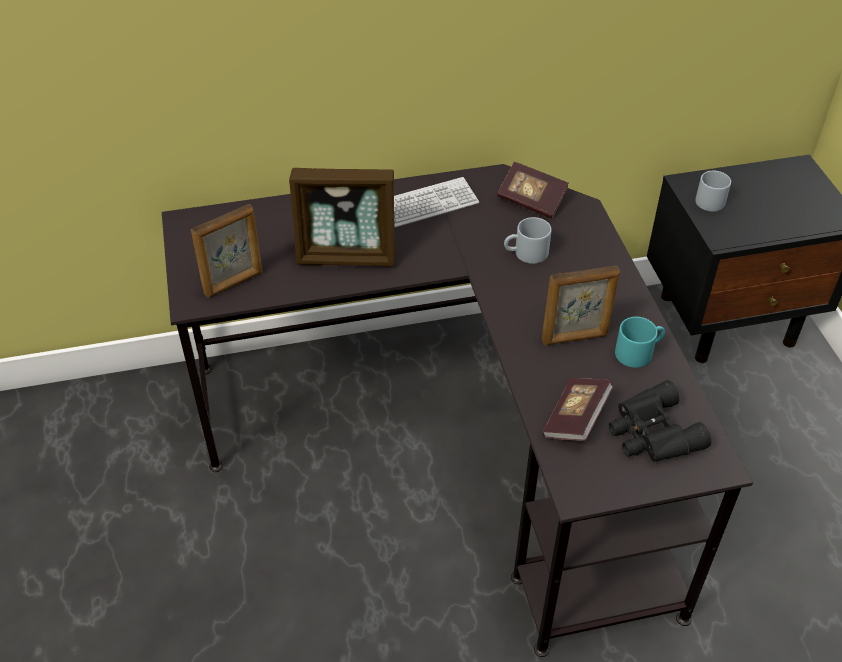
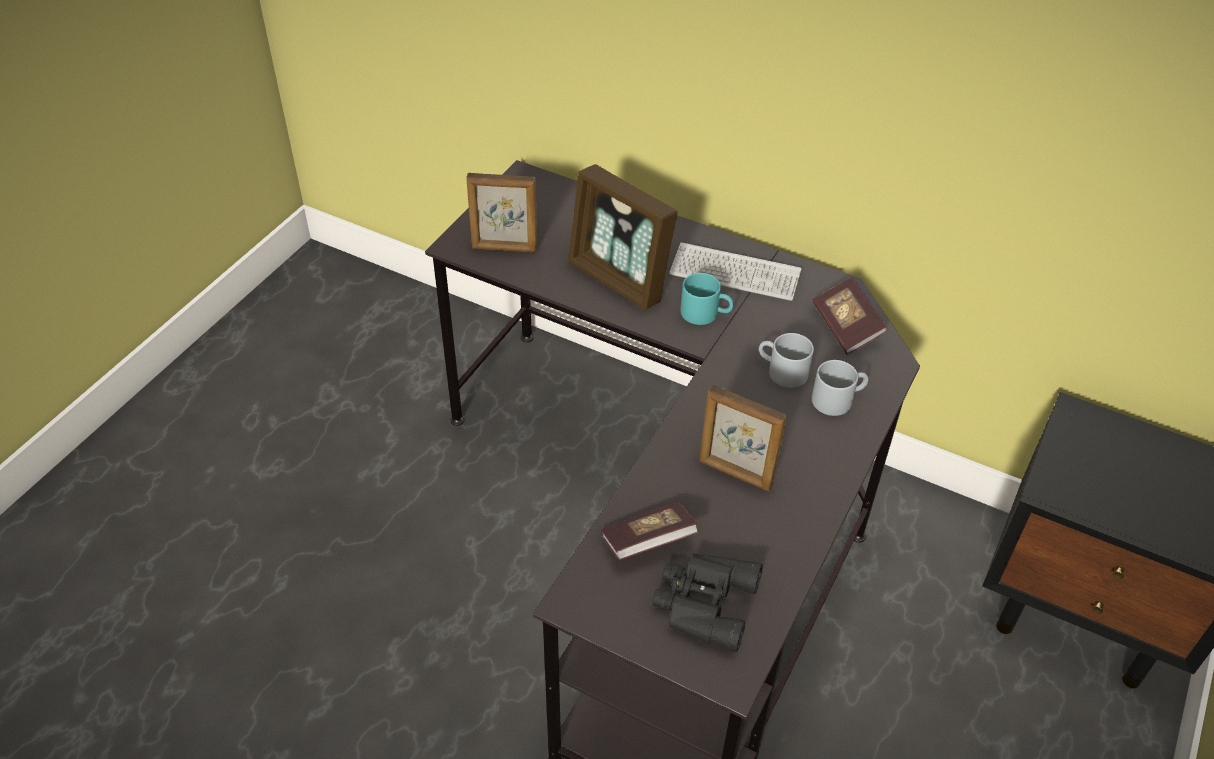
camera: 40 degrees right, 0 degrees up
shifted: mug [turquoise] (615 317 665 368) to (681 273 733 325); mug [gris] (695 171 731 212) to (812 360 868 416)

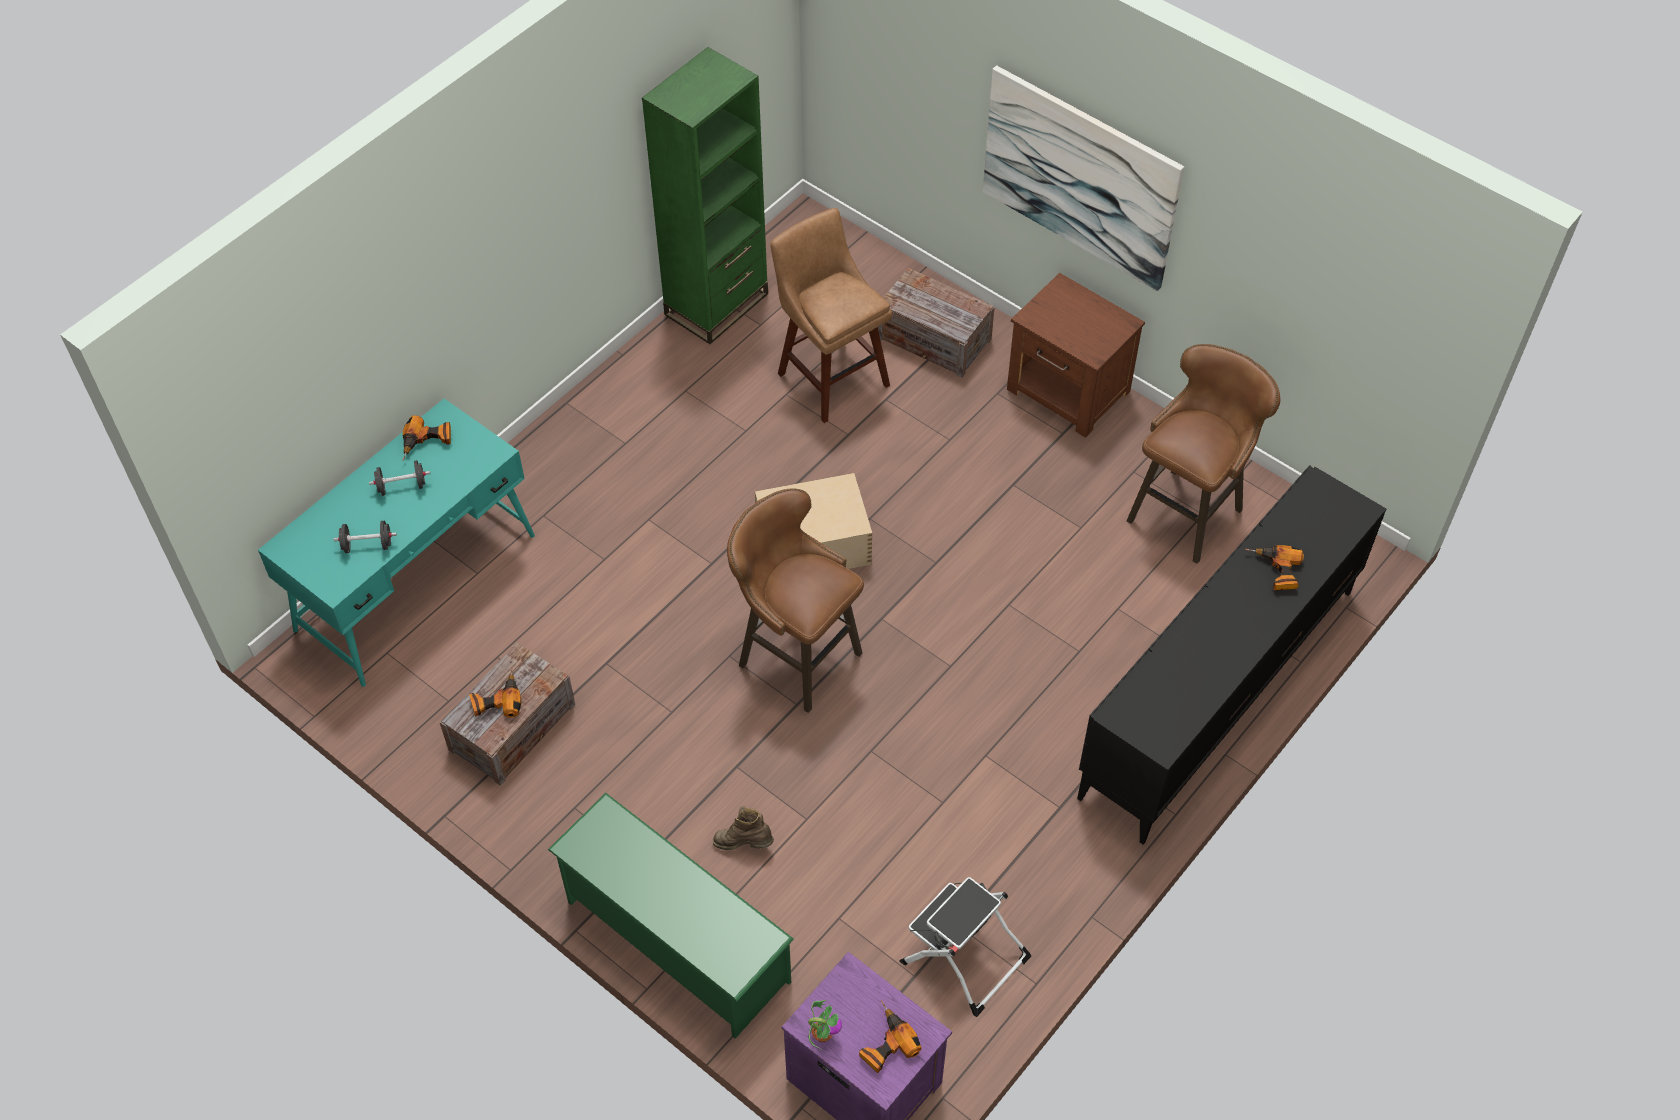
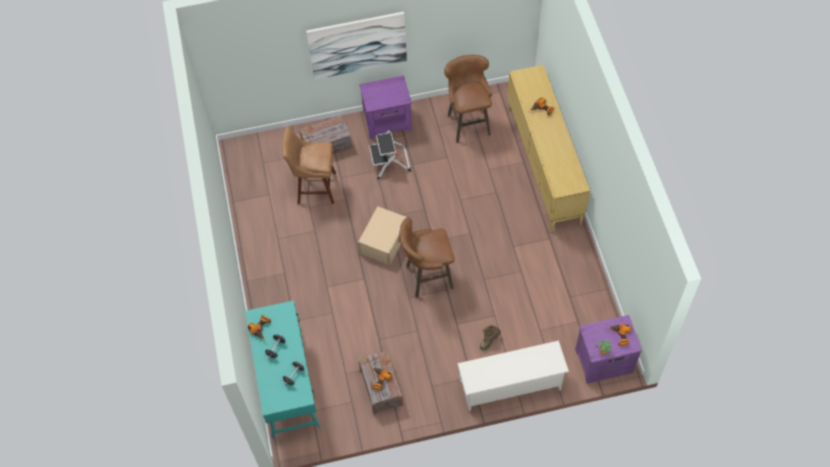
camera: 50 degrees left, 5 degrees up
gone: bibliothèque [vert] (642 47 768 344)
shifted: escabeau (899 877 1031 1017) to (369 129 412 179)
repainted: table de chevet [marron] (1007 273 1145 438) to table de chevet [violet] (359 75 412 139); étagère à chaussures [vert] (548 793 794 1039) to étagère à chaussures [blanc] (457 341 569 411); meuble de rangement [noir] (1077 465 1386 844) to meuble de rangement [beige] (508 65 590 232)

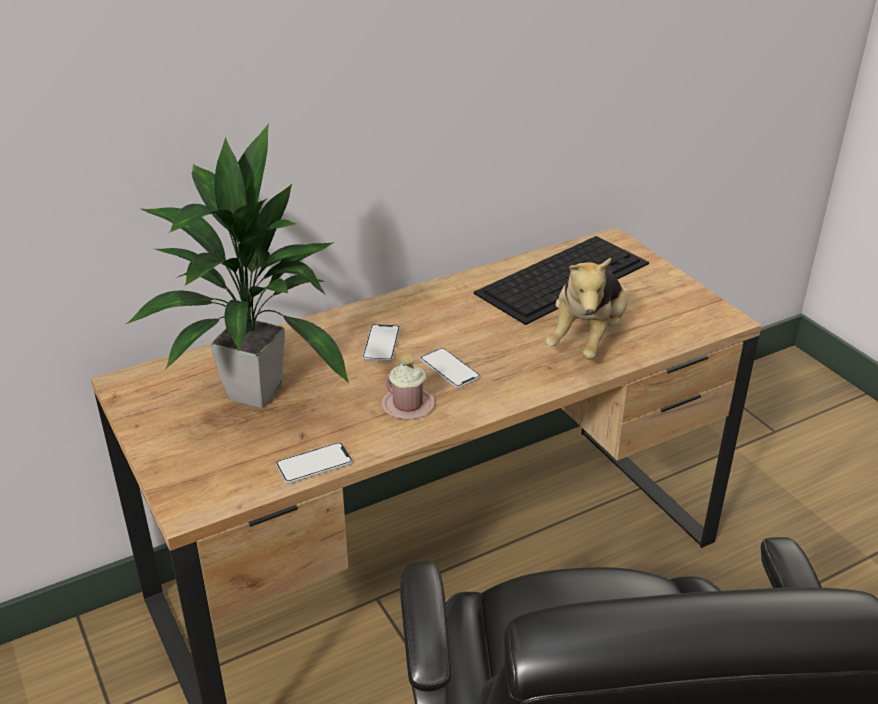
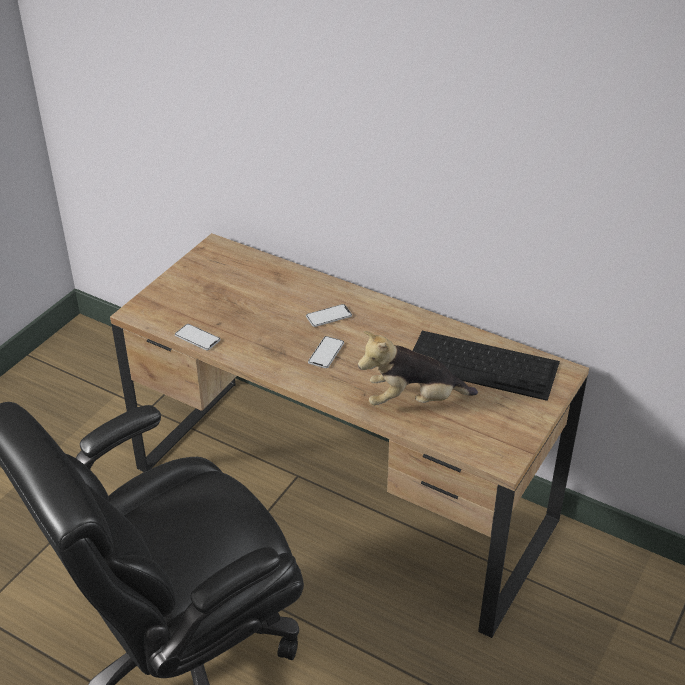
camera: 60 degrees right, 5 degrees up
gone: plante en pot (126 123 349 408); mug [rose] (381 353 435 419)

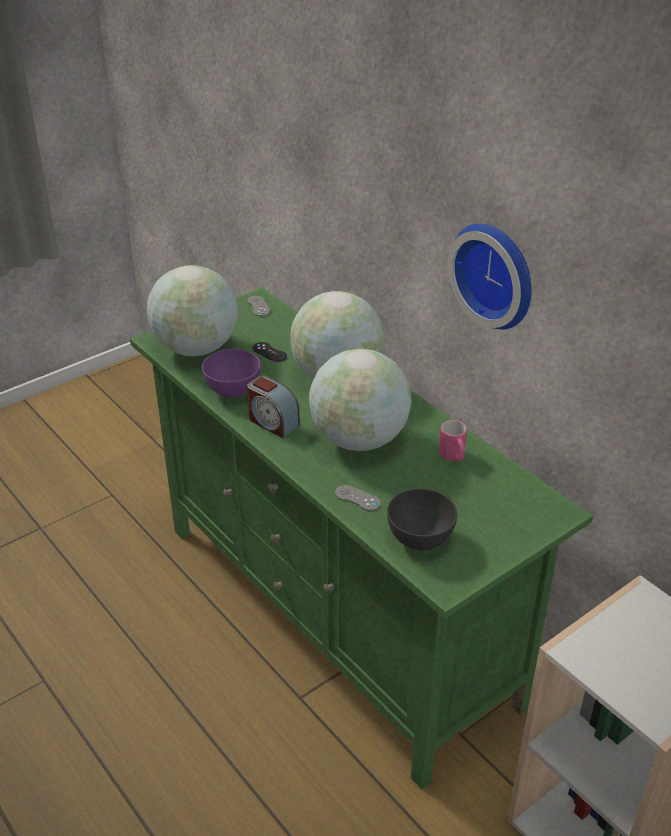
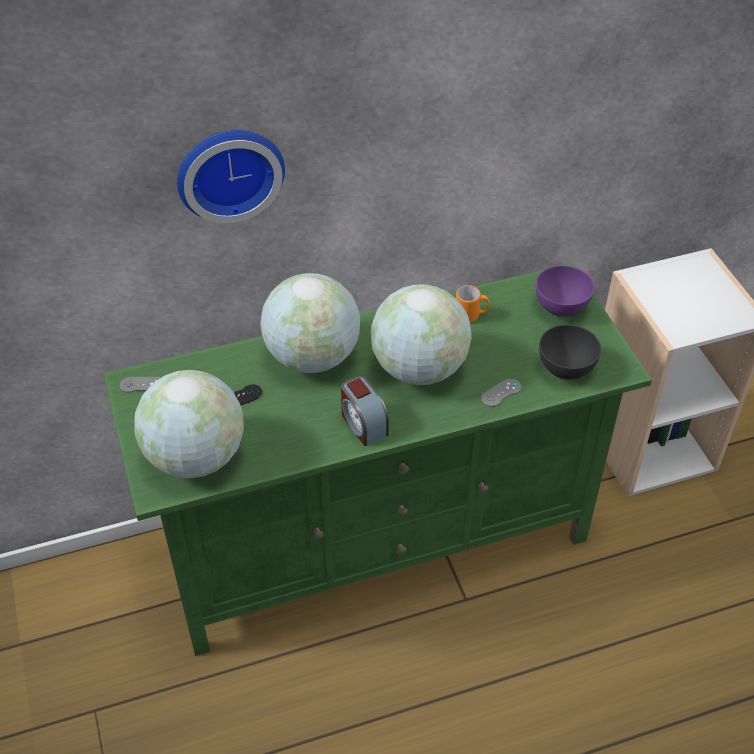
camera: 70 degrees left, 10 degrees up
shifted: horloge murale (448 224 532 330) to (177 130 285 223); bol [violet] (202 349 261 398) to (536 265 595 317)
repainted: mug [rose] (439 420 467 461) to mug [orange] (456 285 490 323)
rotated: réveil (247 375 300 438) = (341 376 389 446) 90 degrees clockwise

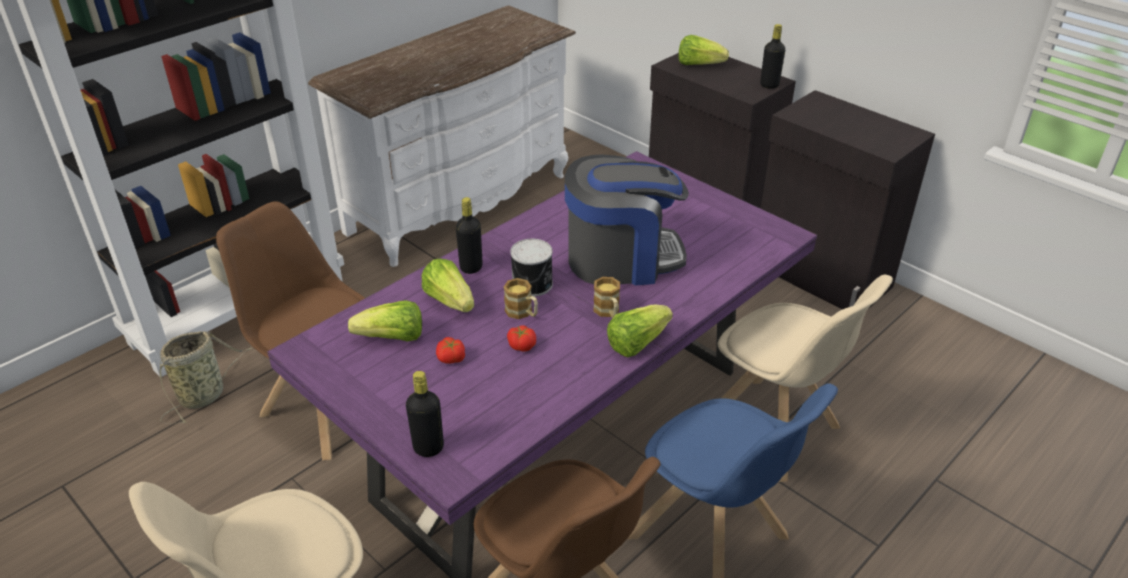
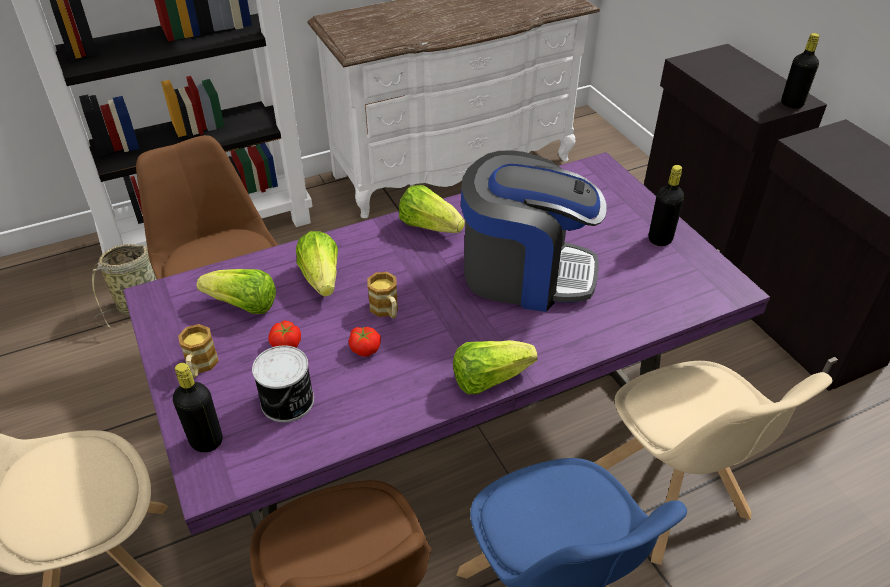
camera: 20 degrees right, 5 degrees up
shifted: mug (593 277 620 318) to (178 324 219 378); boîte métallique (510 239 553 297) to (252 345 314 422); laitue (678 35 729 65) to (399 185 465 233); bouteille [noir] (456 197 483 274) to (649 165 684 246)

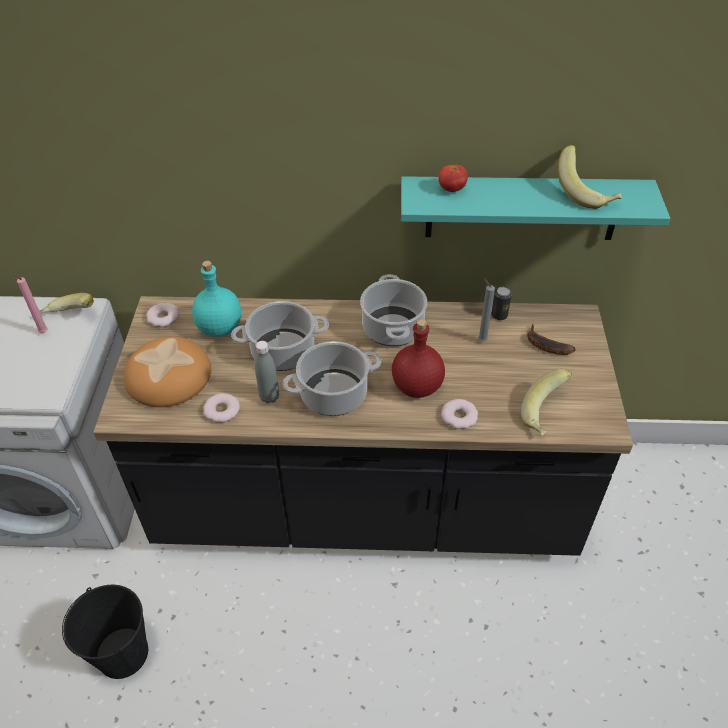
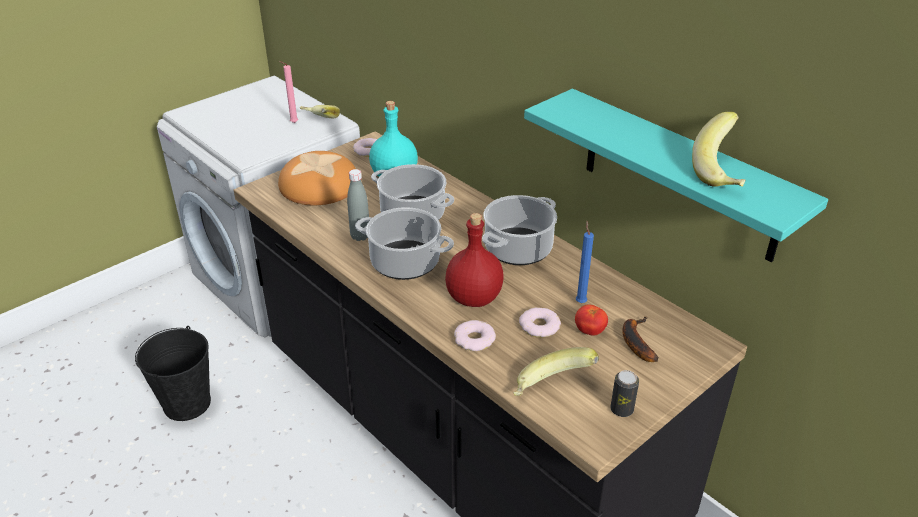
camera: 45 degrees right, 10 degrees down
shifted: beignet (203 393 240 423) to (519 307 561 337); tomate (439 165 468 192) to (575 304 608 336); boîte métallique (491 287 512 320) to (610 370 639 417)
repainted: bougie [gris] (478 278 495 342) to bougie [bleu] (576 221 594 303)

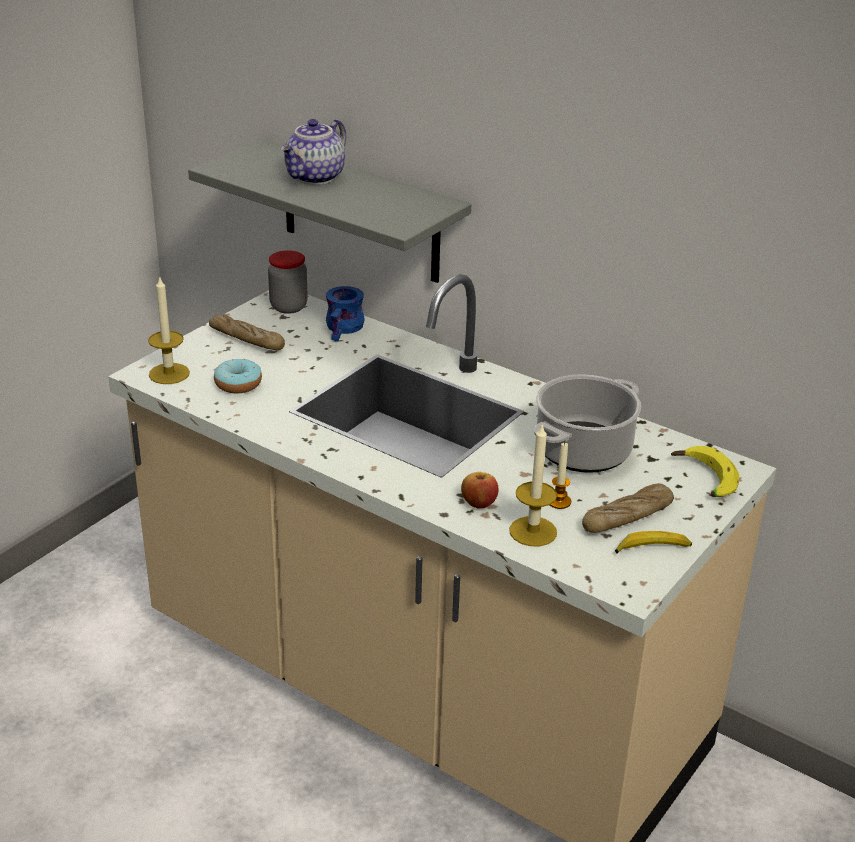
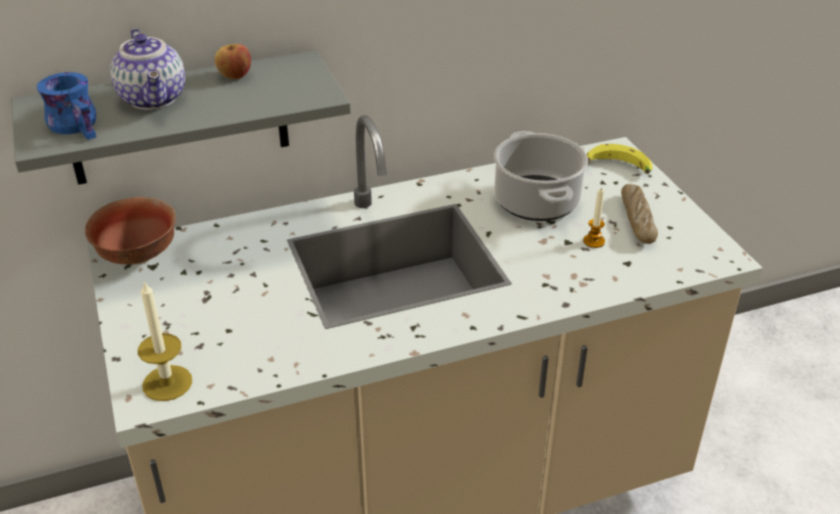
camera: 55 degrees left, 5 degrees up
gone: pain (209 314 285 350); beignet (214 359 262 393); bougie (509 423 557 546); banane (615 531 692 554)
shifted: mug [bleu] (326 286 365 341) to (37 72 96 140); pomme (461 472 498 509) to (214 44 251 79)
swapped: bocal (268 250 308 314) to bol (85 197 176 265)

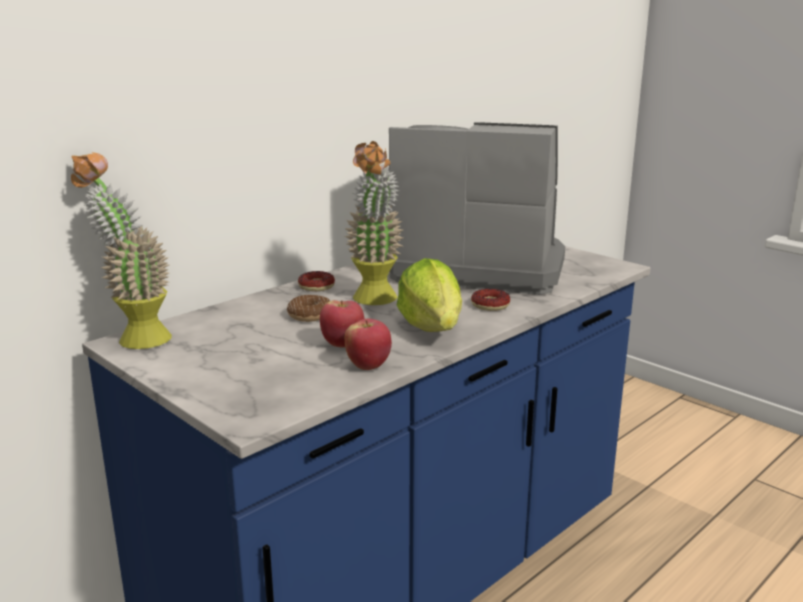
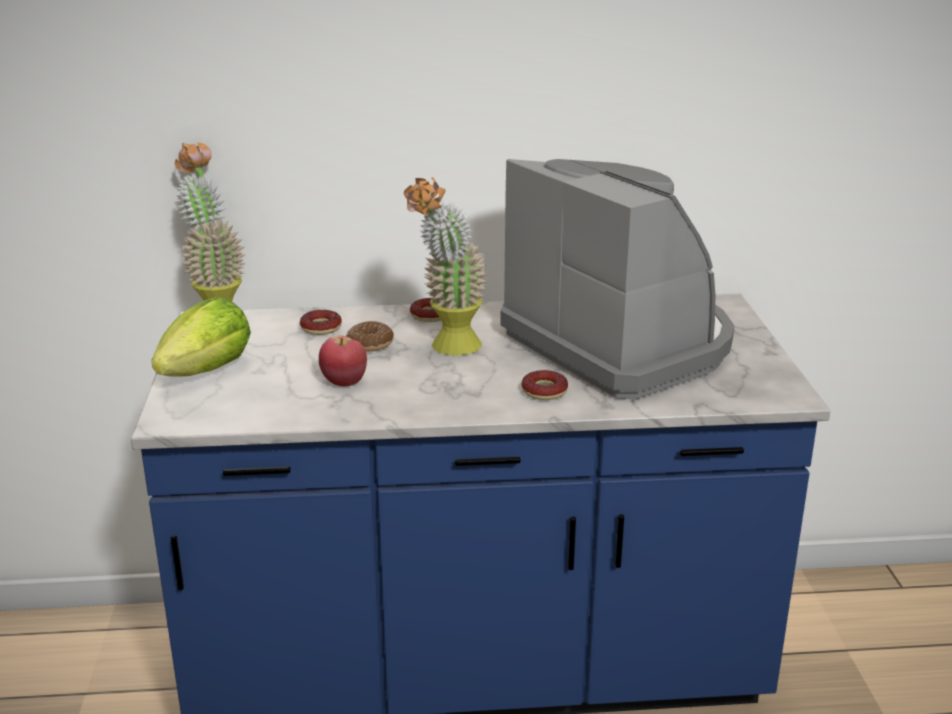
camera: 40 degrees right, 5 degrees up
gone: pomme (345 319 392 370)
new: beignet (300 310 342 335)
shifted: laitue (397 258 462 332) to (151 297 251 377)

